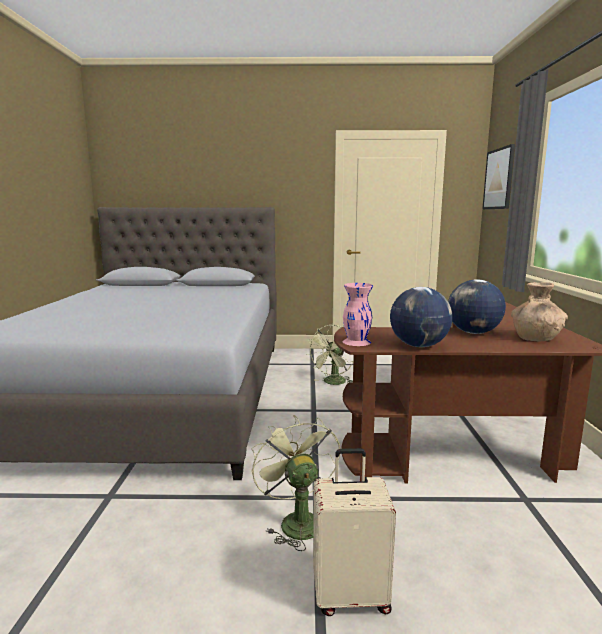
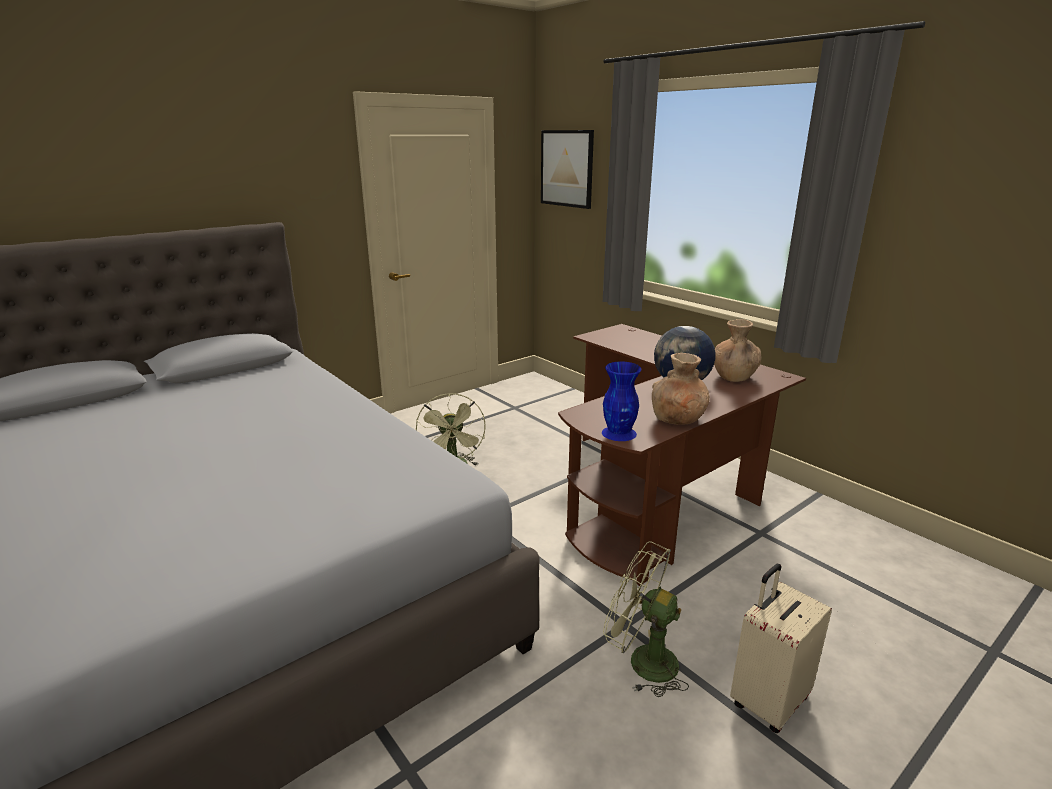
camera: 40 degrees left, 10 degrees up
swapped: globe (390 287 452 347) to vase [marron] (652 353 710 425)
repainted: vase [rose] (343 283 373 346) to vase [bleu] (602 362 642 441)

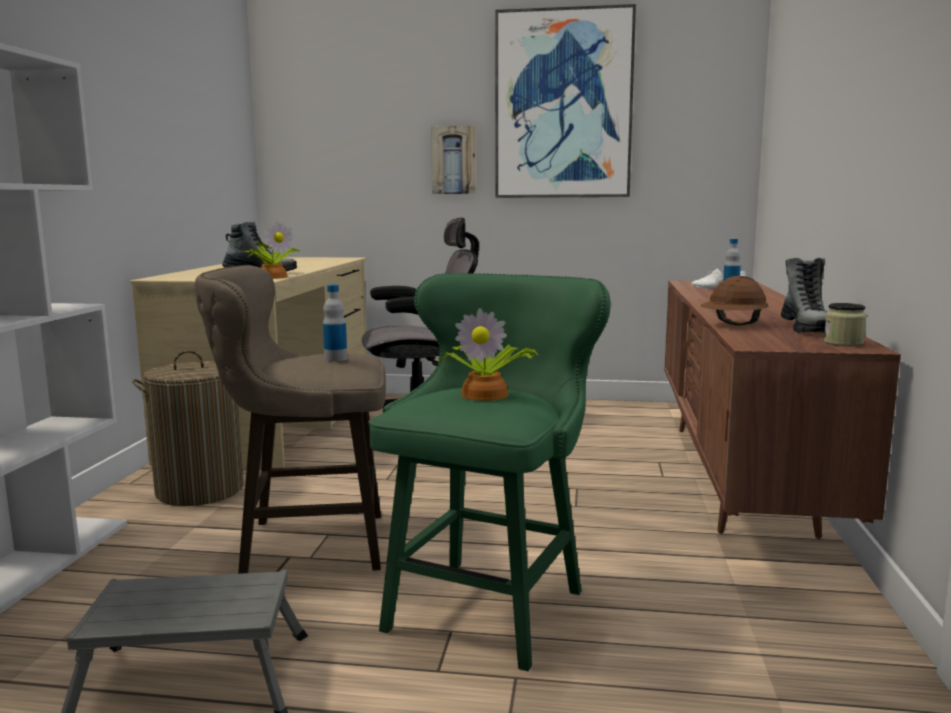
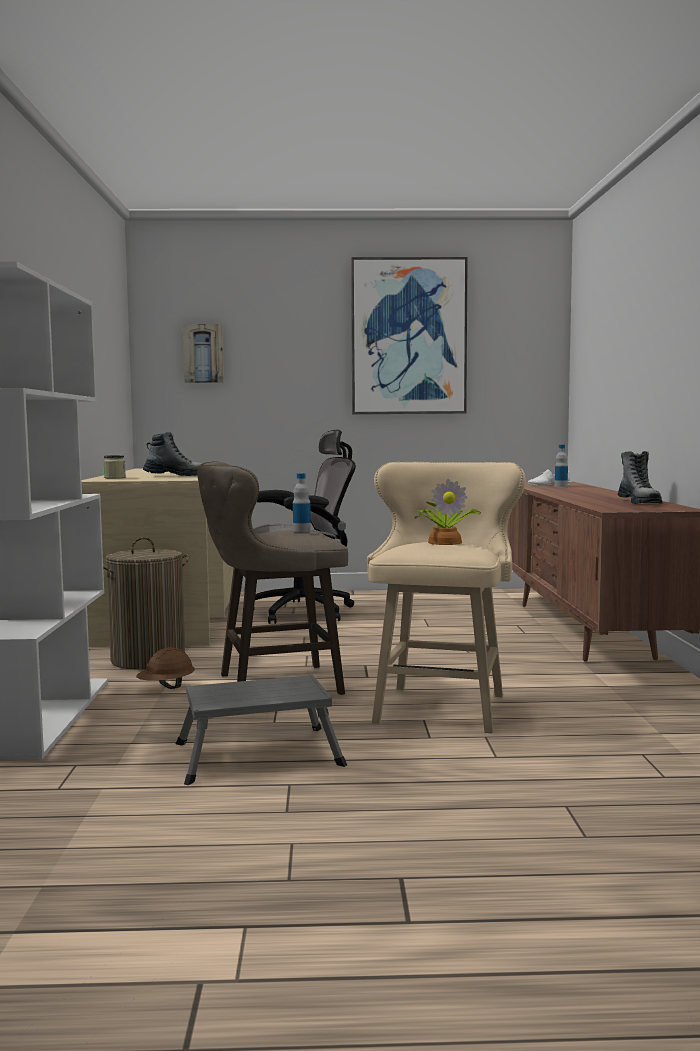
camera: 10 degrees left, 5 degrees down
gone: plante en pot (243 221 301 279)
shifted: bocal (824 303 866 346) to (103 455 126 479); casque de chantier [marron] (700 276 768 325) to (136 647 195 689); tableau (431 126 476 194) to (183 324 224 383)
repainted: tabouret [vert] (369 273 611 671) to tabouret [beige] (367 462 526 733)

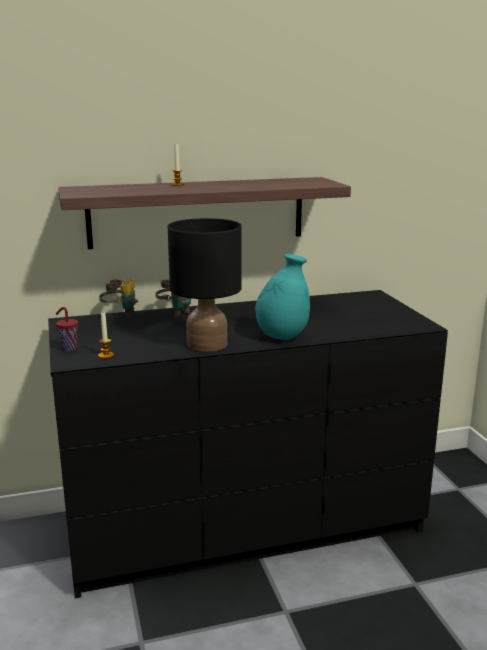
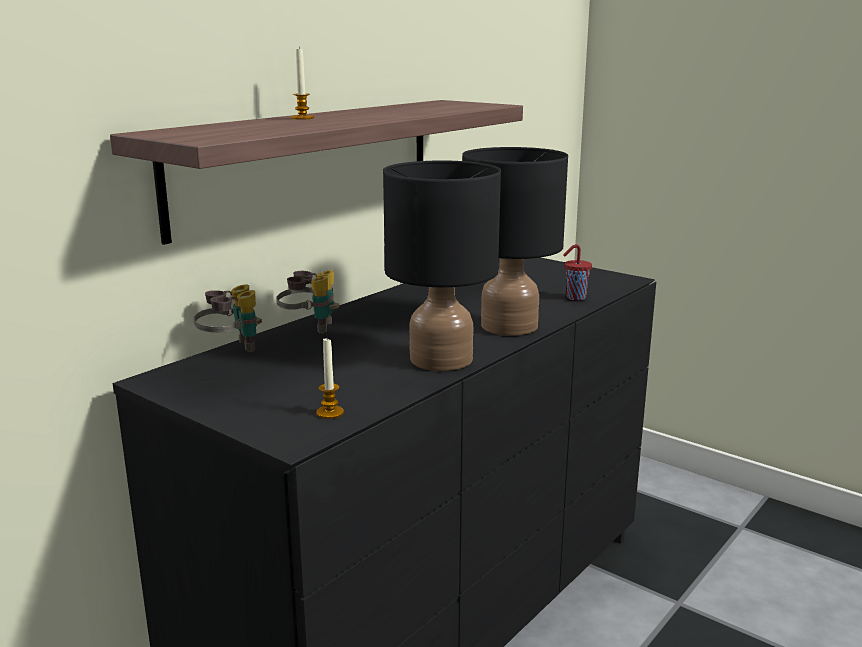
camera: 35 degrees left, 0 degrees up
shifted: tasse [rouge] (56 307 78 351) to (563 244 592 300)
swapped: vase [turquoise] (255 254 310 340) to lampe de table [noir] (462 147 568 336)

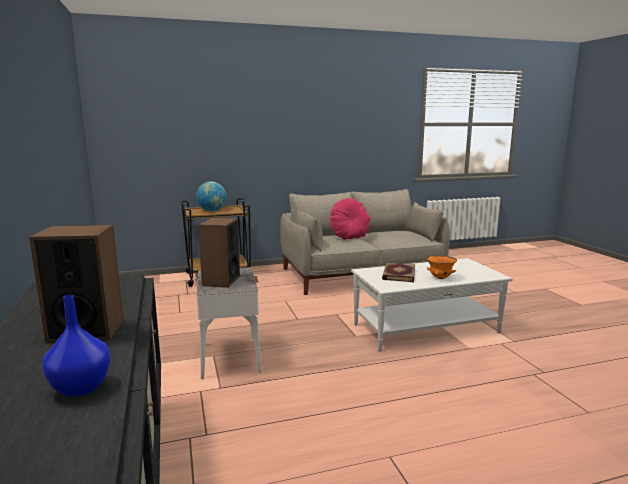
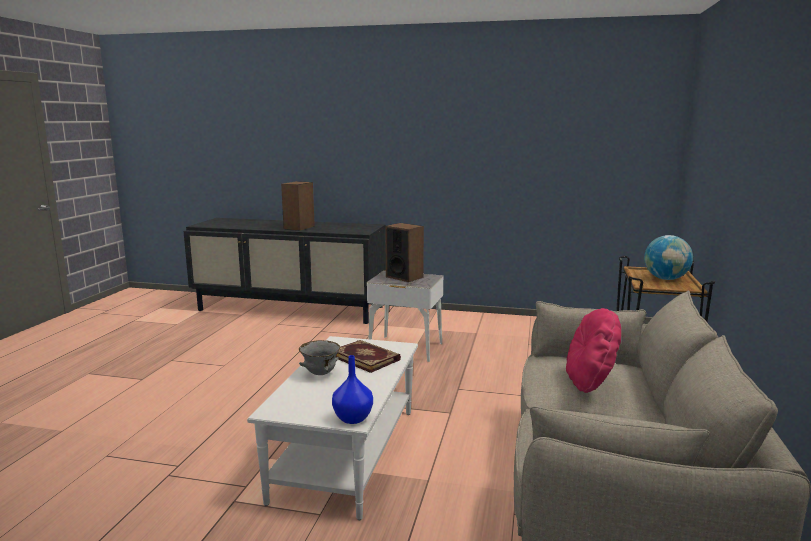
camera: 120 degrees right, 0 degrees up
shifted: vase [bleu] (42 295 110 397) to (332 355 373 424)
repainted: bol [orange] (427 255 457 279) to bol [gris] (299 340 340 375)

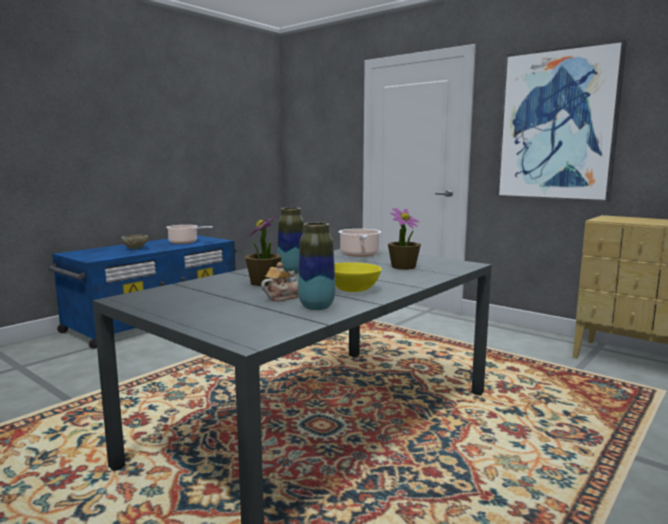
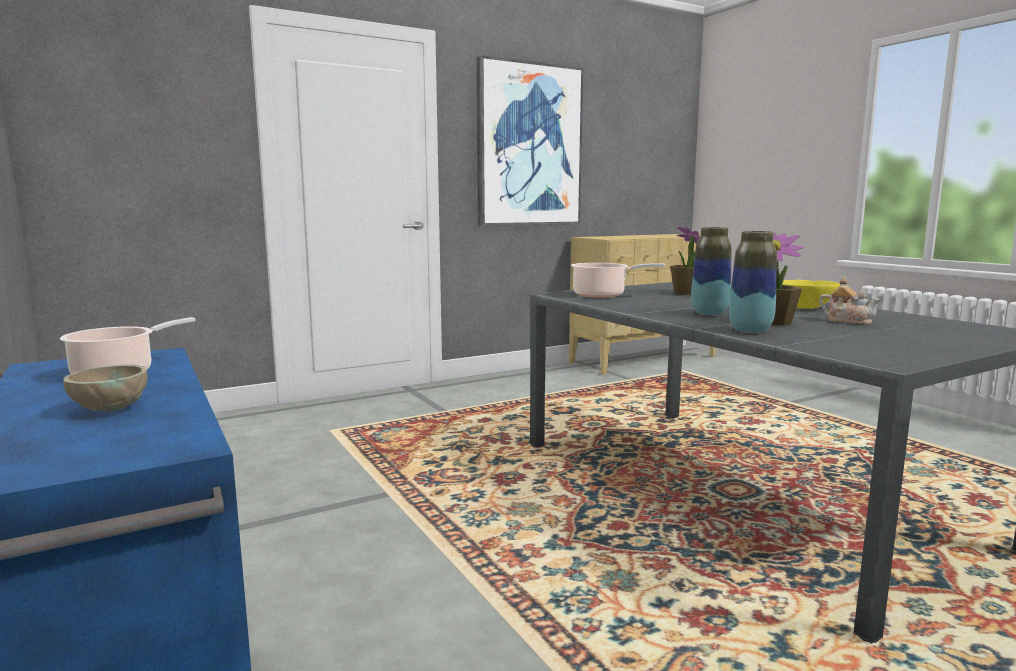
camera: 70 degrees left, 0 degrees up
shifted: vase (298 222 335 310) to (729 231 777 333)
rotated: théière (261 262 299 301) = (819 278 881 325) 150 degrees clockwise

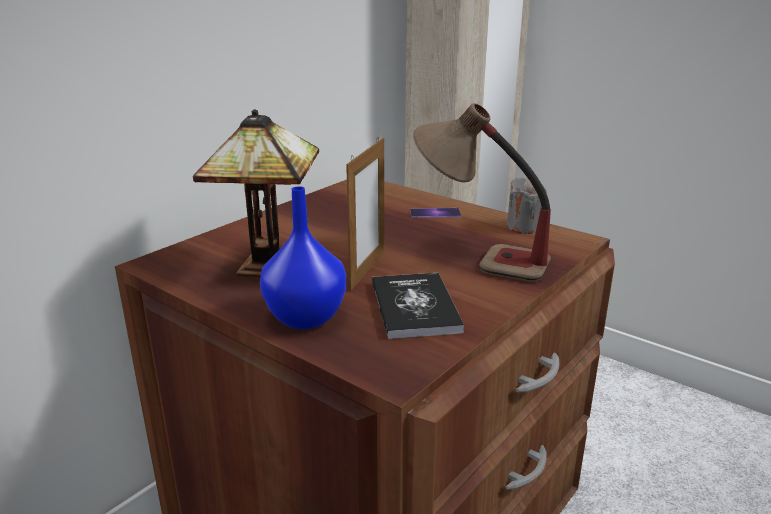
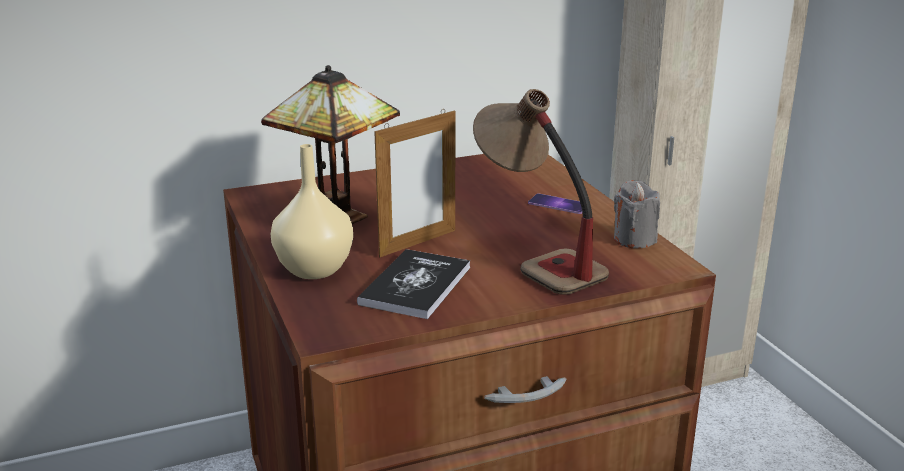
camera: 30 degrees right, 0 degrees up
repainted: vase [bleu] (260 186 346 329) to vase [beige] (271 144 353 279)

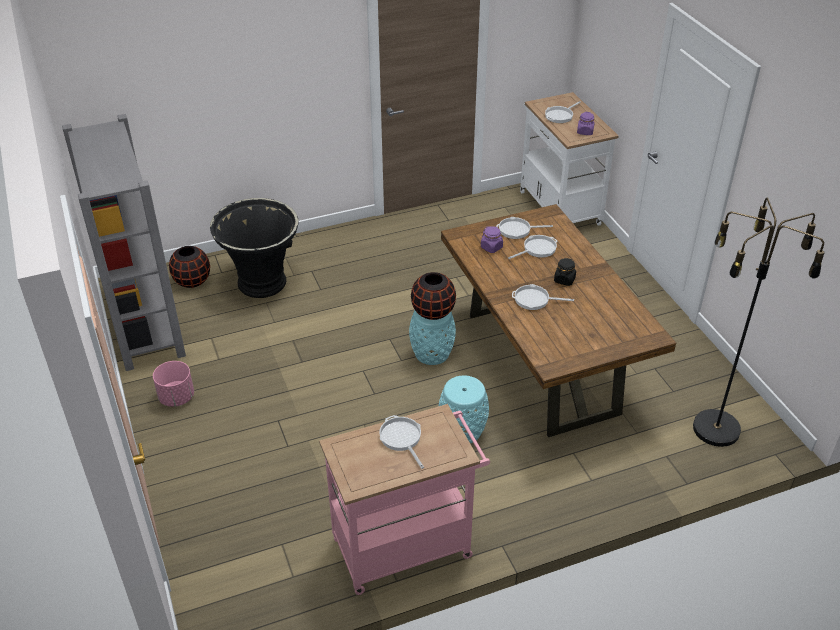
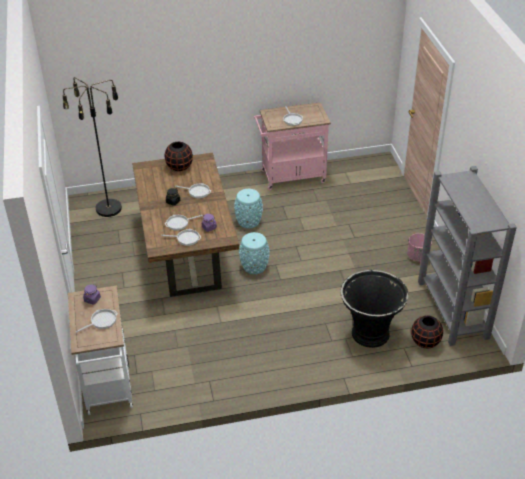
camera: 170 degrees left, 0 degrees up
shifted: vase [noir] (411 272 456 320) to (165 142 193 171)

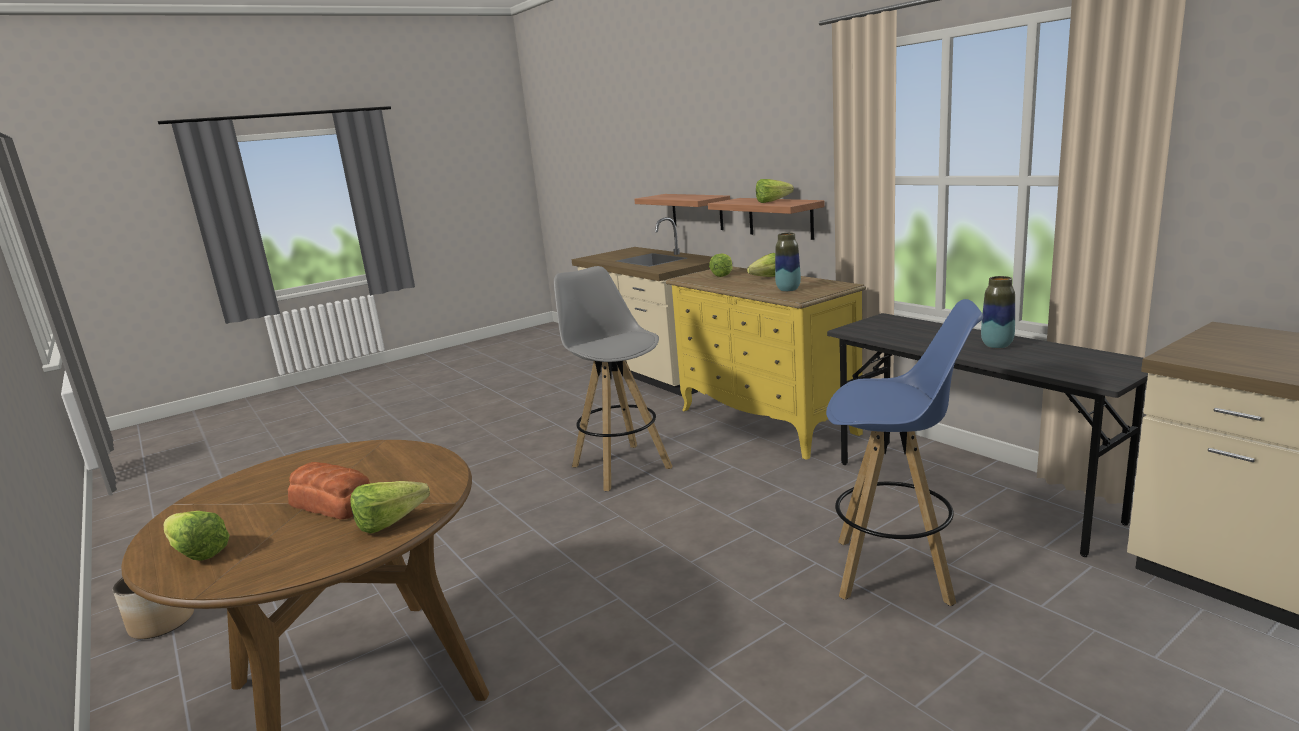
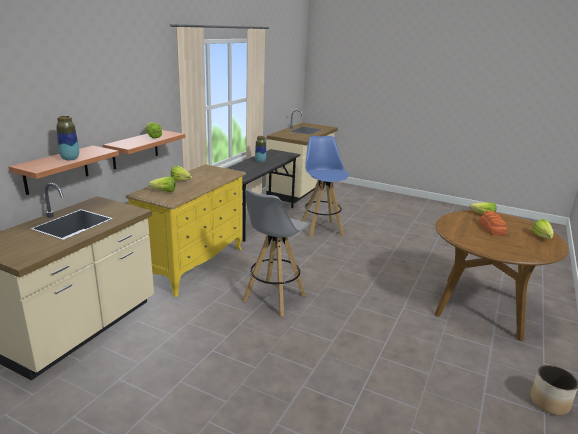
camera: 120 degrees left, 5 degrees up
shifted: vase (775 233 801 292) to (56 116 79 160)

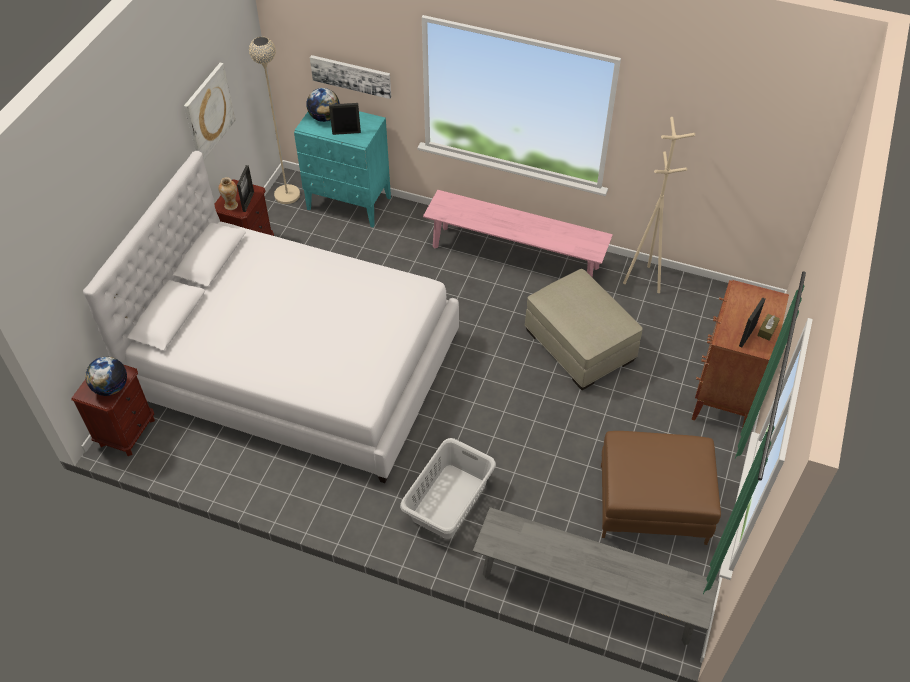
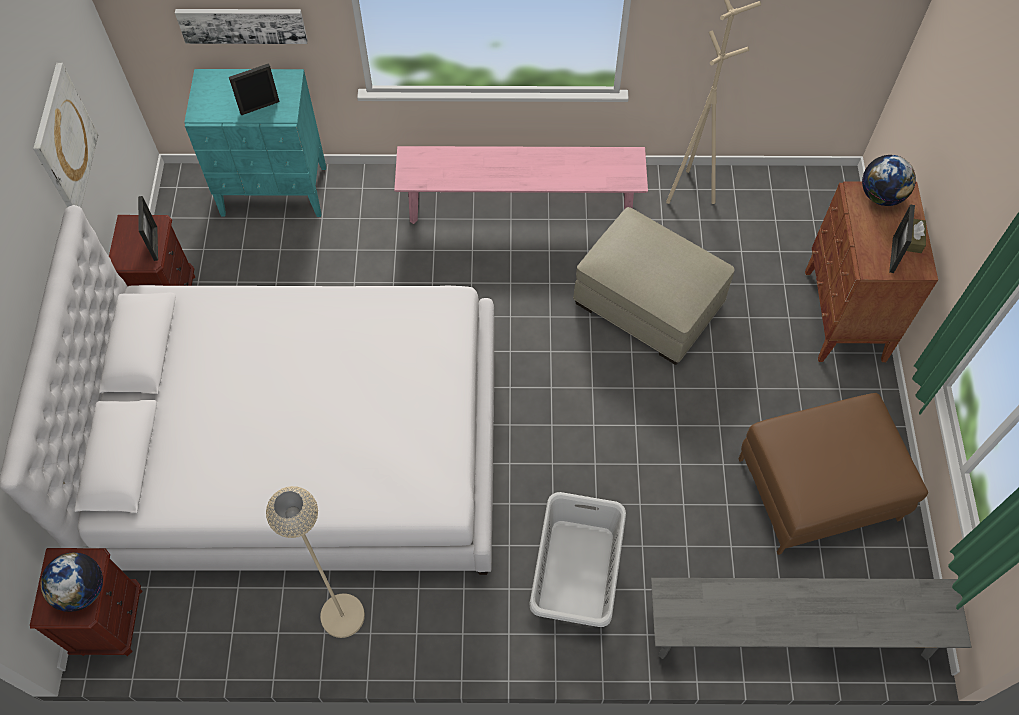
camera: 20 degrees left, 10 degrees up
gone: vase (218 177 238 210)
shifted: lampadaire [beige] (249 37 300 204) to (266 486 365 638); globe (306 88 340 122) to (862 155 916 206)

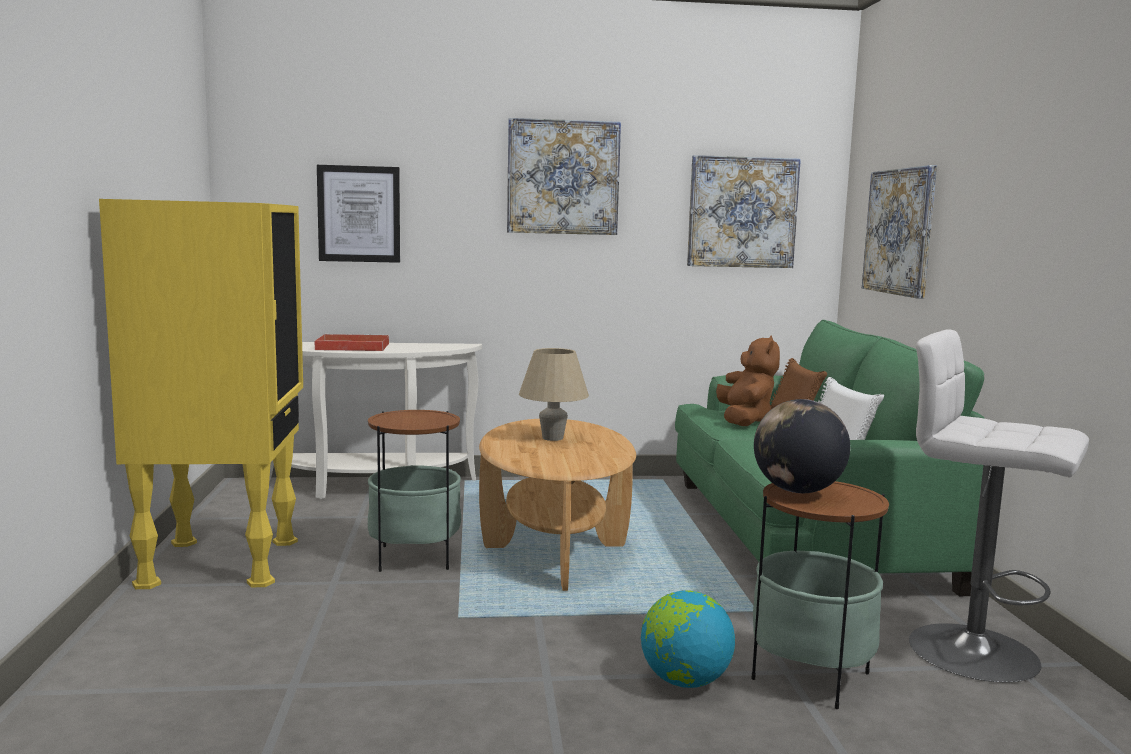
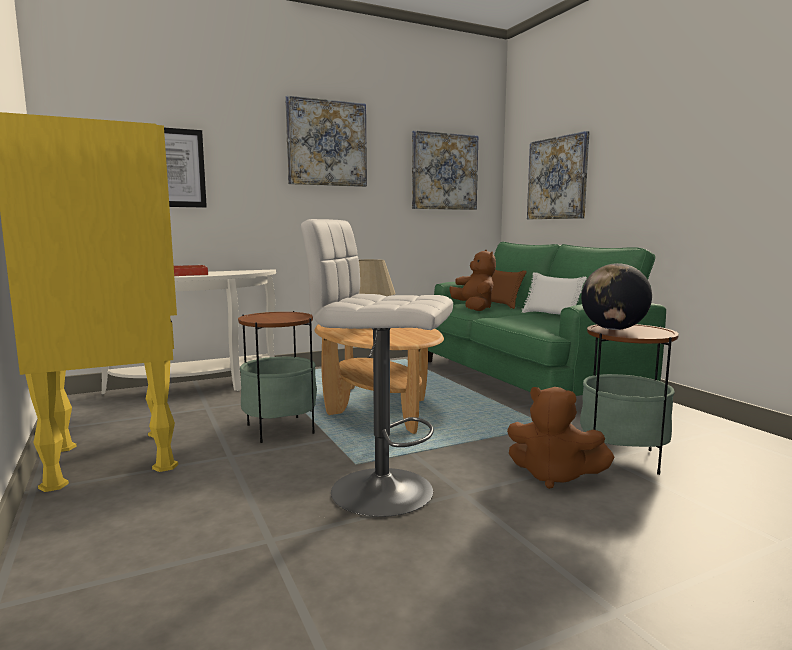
camera: 20 degrees left, 0 degrees up
shifted: tabouret [blanc] (909 329 1089 682) to (301 219 453 517)
swapped: globe (641 590 735 688) to peluche [marron] (507 387 614 489)

